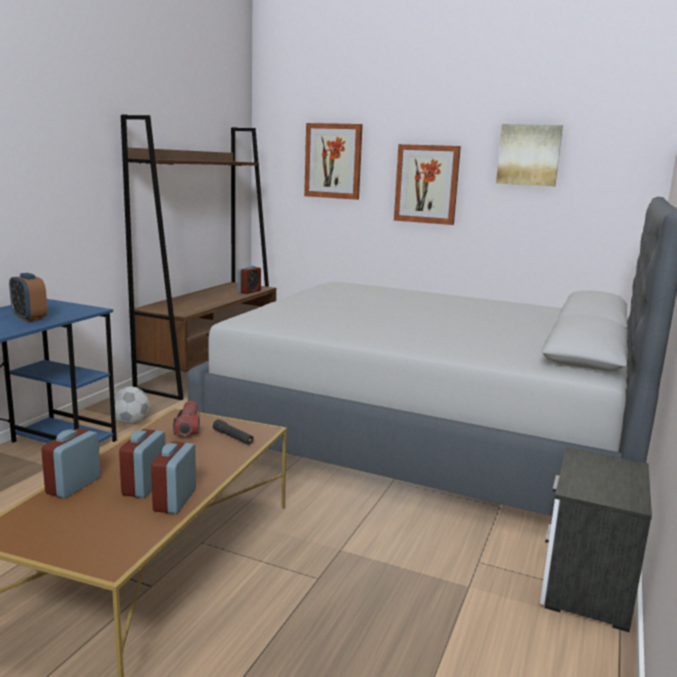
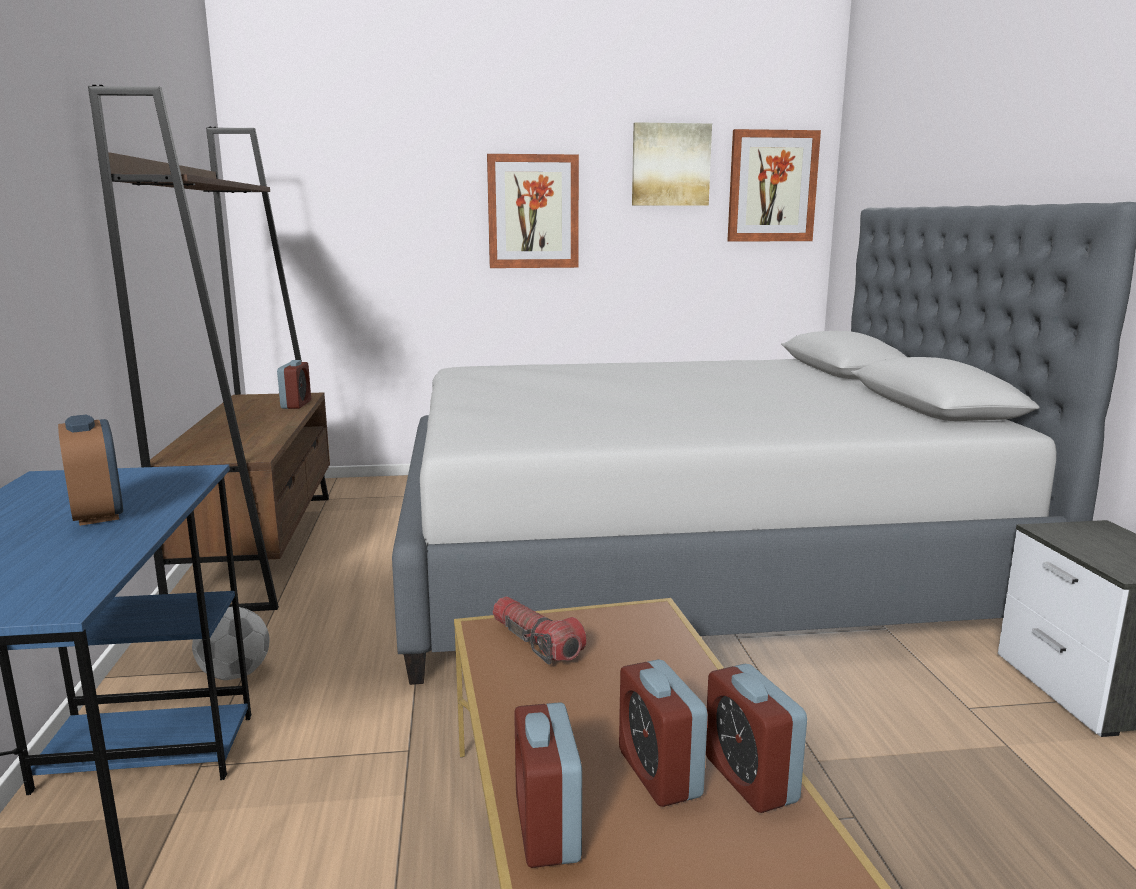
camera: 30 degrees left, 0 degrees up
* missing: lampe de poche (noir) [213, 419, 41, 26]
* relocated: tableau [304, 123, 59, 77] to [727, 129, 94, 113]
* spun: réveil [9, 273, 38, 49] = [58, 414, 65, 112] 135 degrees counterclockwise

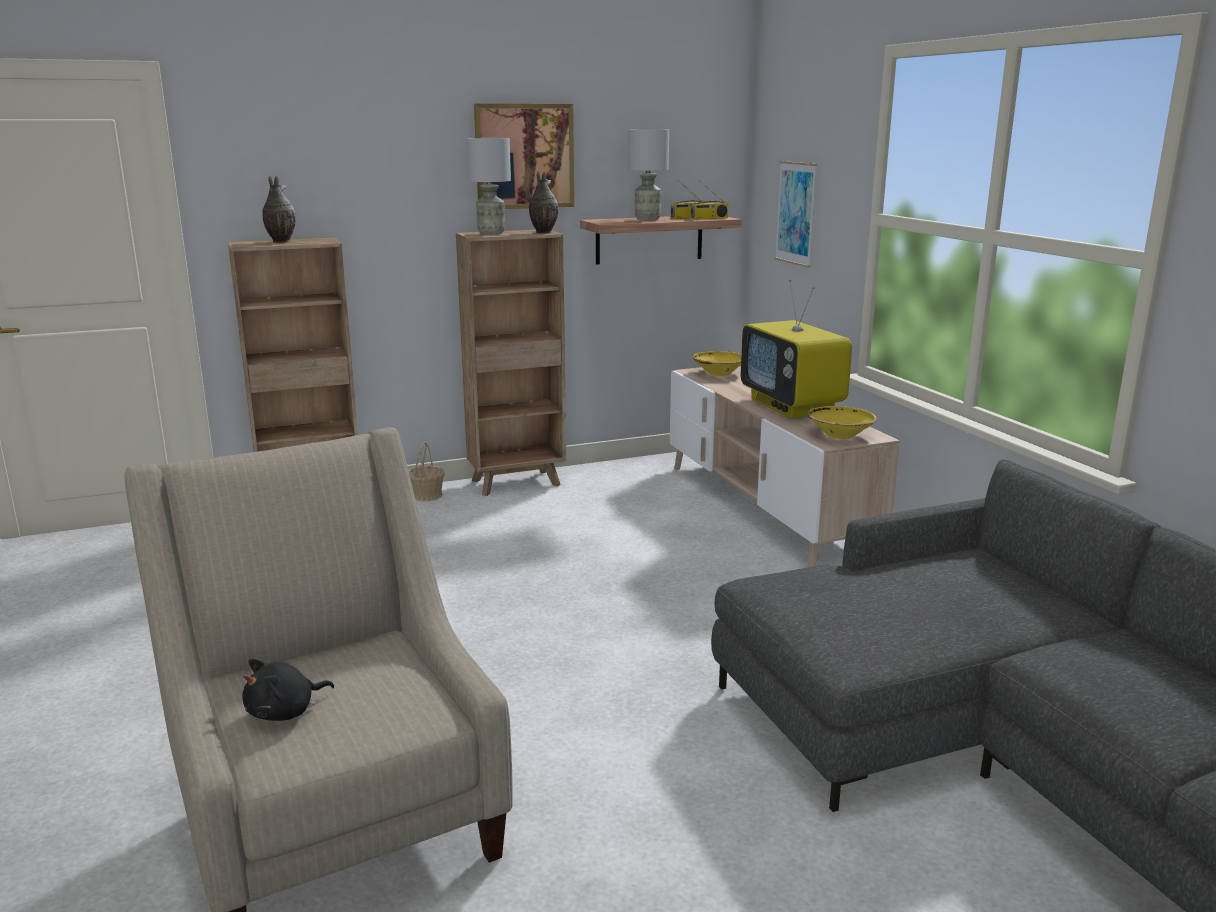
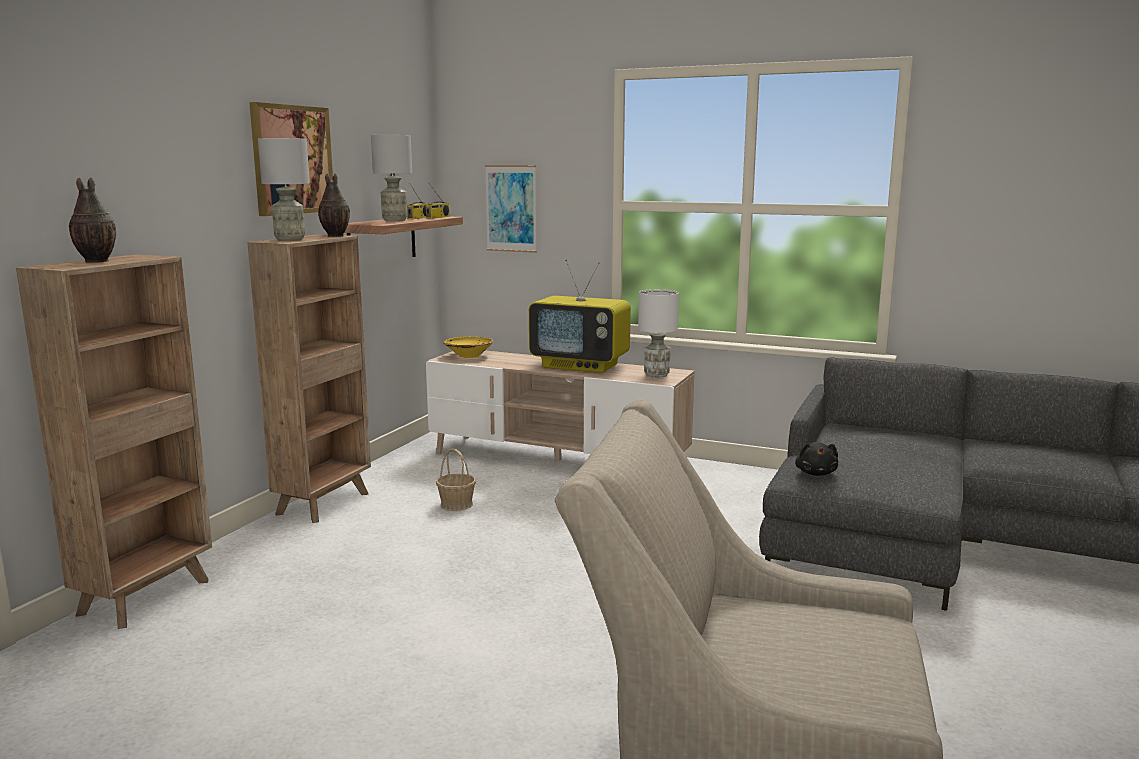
camera: 45 degrees left, 5 degrees down
* relocated: peluche (noir) [242, 659, 92, 62] to [795, 442, 43, 34]
* relocated: panier [409, 441, 36, 60] to [436, 449, 40, 62]
* exchanged: bol (jaune) [807, 406, 70, 33] to lampe de table (blanc) [638, 289, 41, 89]

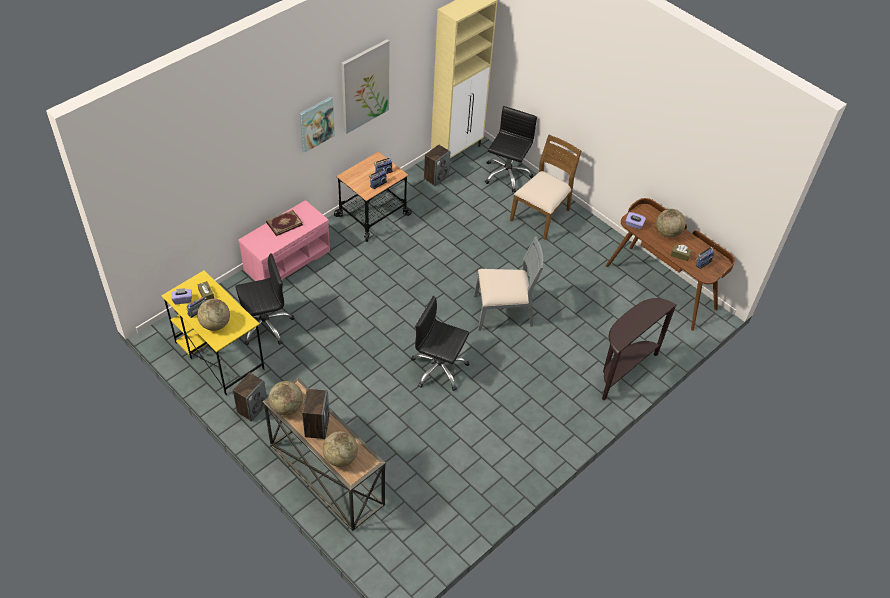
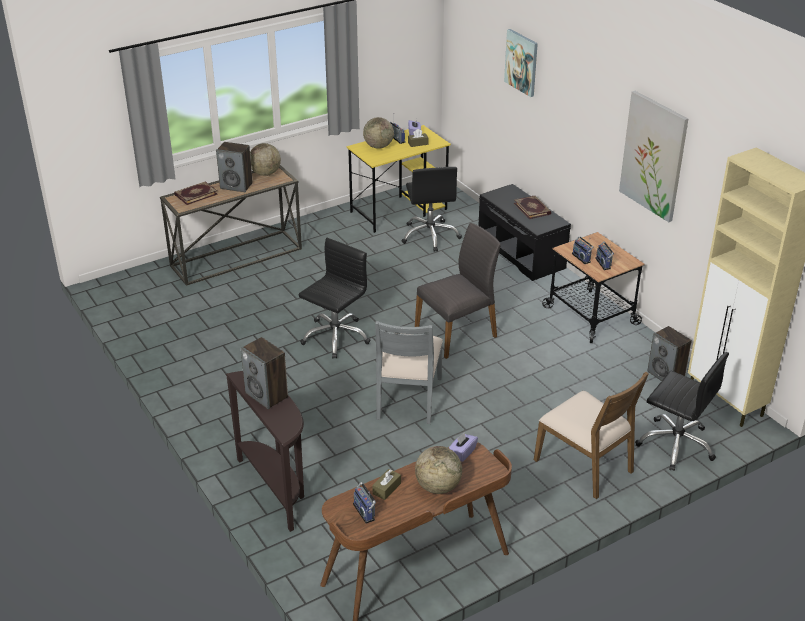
camera: 105 degrees right, 15 degrees down
* appeared: chaise (gris) [415, 223, 85, 136]
* relocated: enceinte [233, 372, 34, 49] to [241, 337, 47, 72]
* relocated: tableau [299, 96, 36, 57] to [504, 29, 34, 68]
* exchanged: globe [323, 431, 35, 36] to livre [174, 182, 44, 23]
* colour: banc (rose) [239, 200, 91, 81] to banc (noir) [478, 184, 93, 97]

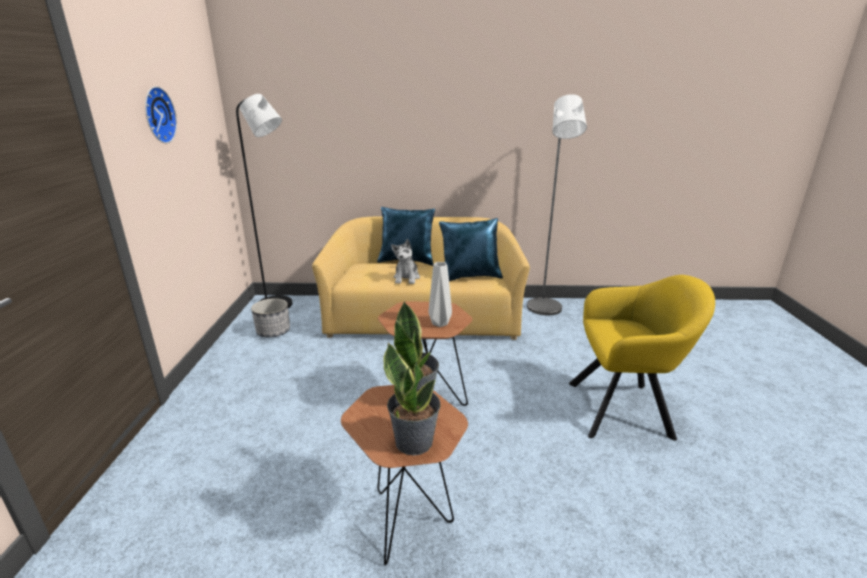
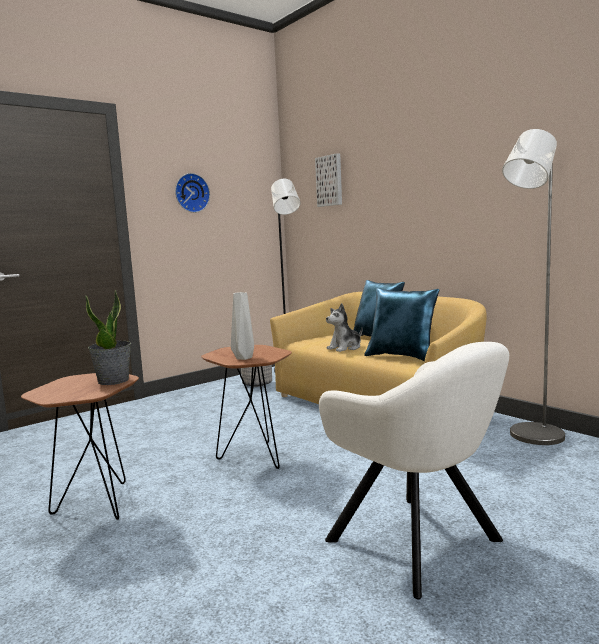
camera: 50 degrees right, 15 degrees down
* missing: plante en pot [384, 343, 57, 113]
* appeared: tableau [315, 153, 27, 54]
* colour: fauteuil (jaune) [569, 275, 146, 166] to fauteuil (blanc) [319, 342, 190, 257]

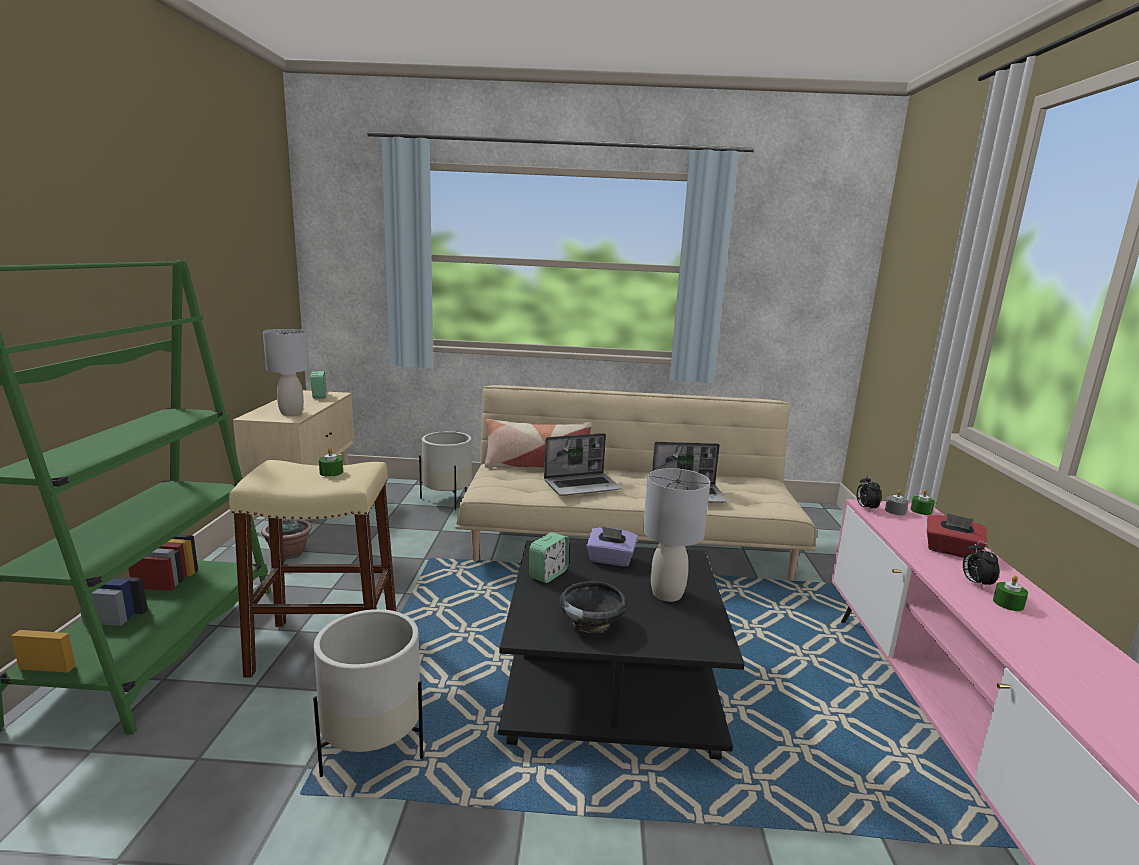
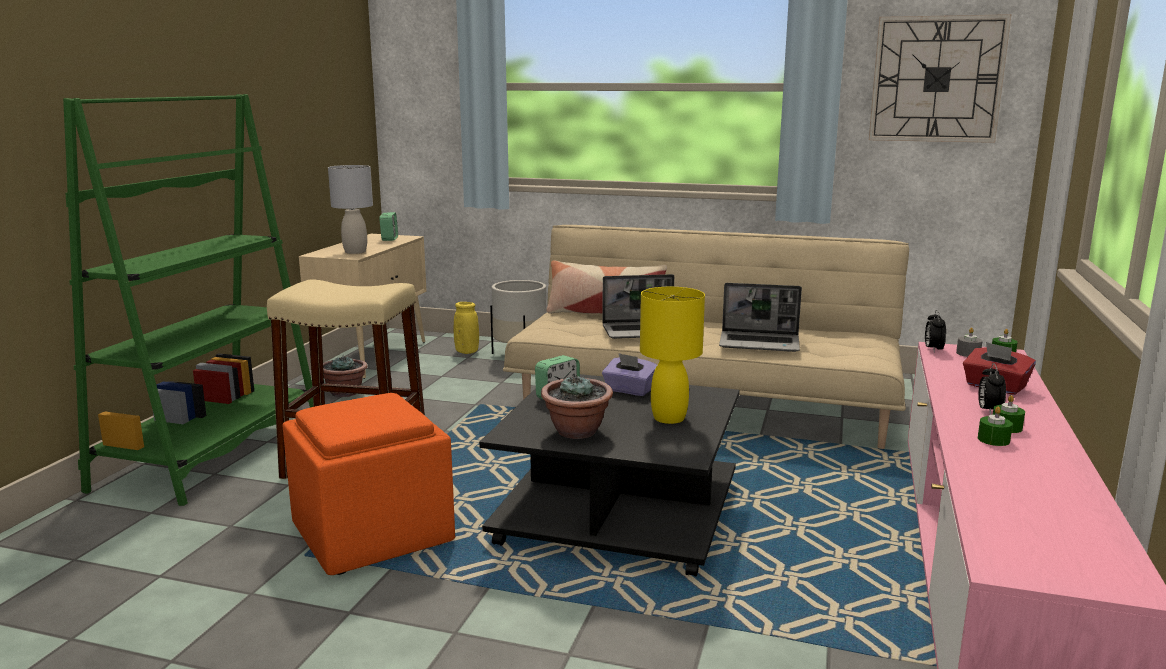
camera: 15 degrees right, 0 degrees up
* appeared: vase (jaune) [454, 302, 25, 52]
* appeared: horloge murale [869, 14, 143, 129]
* relocated: bougie (vert) [319, 448, 24, 29] to [978, 406, 35, 40]
* exchanged: cache-pot (blanc) [313, 609, 110, 168] to pouf (orange) [283, 393, 172, 182]
* exchanged: bol (noir) [560, 581, 67, 52] to plante en pot [541, 376, 72, 63]
* colour: lampe de table (gris) [643, 468, 67, 134] to lampe de table (jaune) [640, 287, 65, 137]

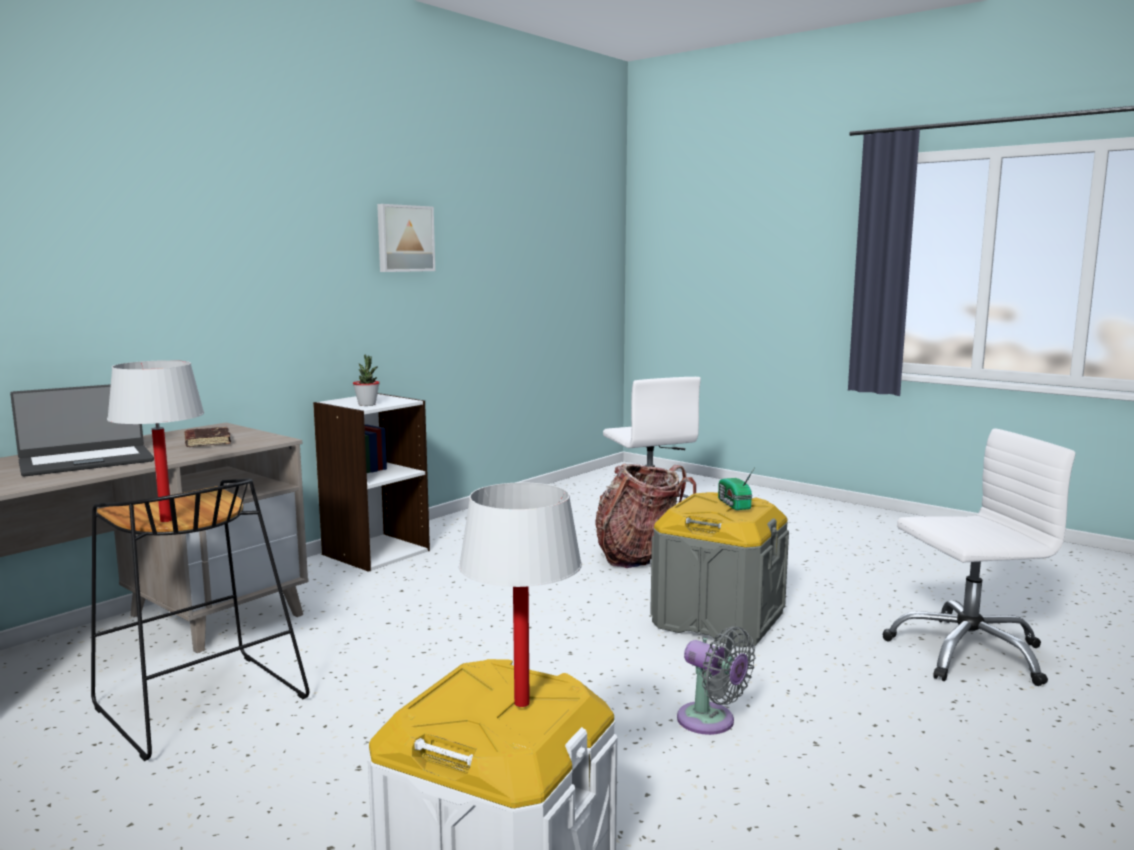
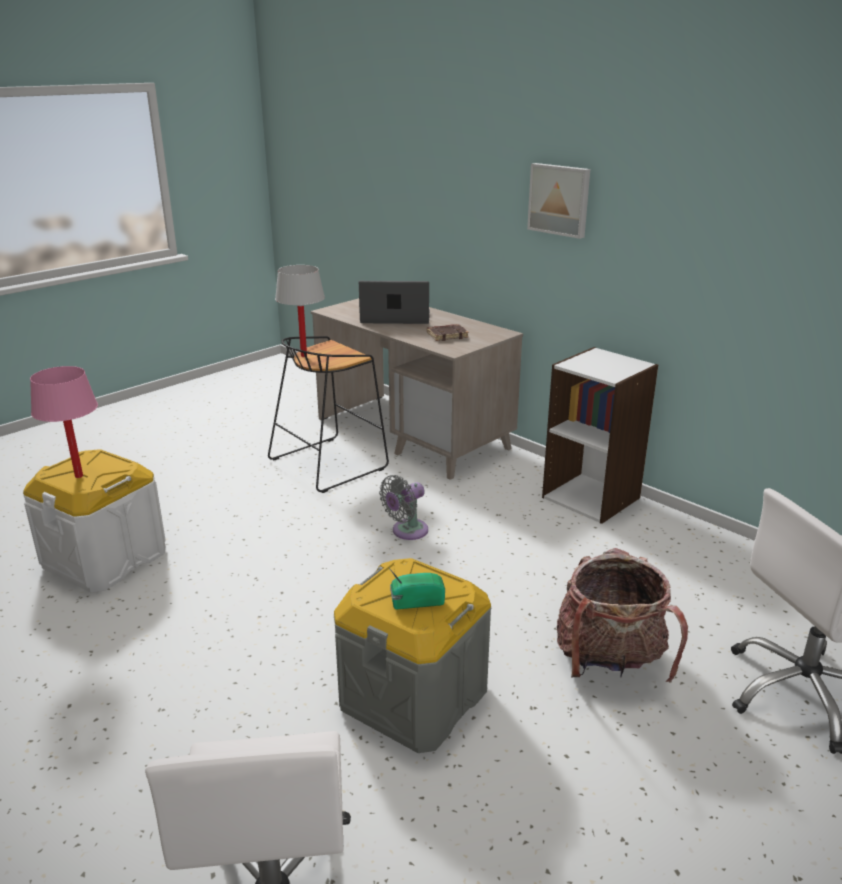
camera: 95 degrees right, 15 degrees up
* missing: plante en pot [353, 354, 27, 52]
* relocated: tableau [377, 204, 58, 68] to [527, 163, 63, 76]
* relocated: ventilateur (gris) [677, 626, 78, 109] to [379, 475, 49, 65]
* colour: lampe de table (blanc) [459, 482, 123, 225] to lampe de table (rose) [30, 366, 68, 112]
* spun: ordinateur portable [10, 384, 144, 93] = [359, 281, 71, 43] 120 degrees clockwise

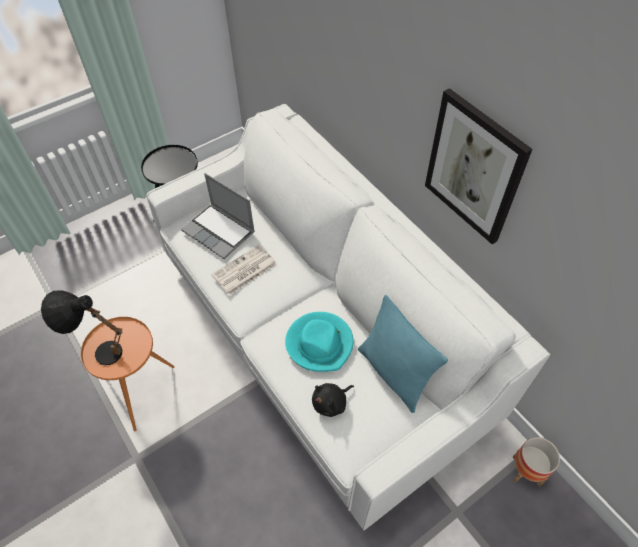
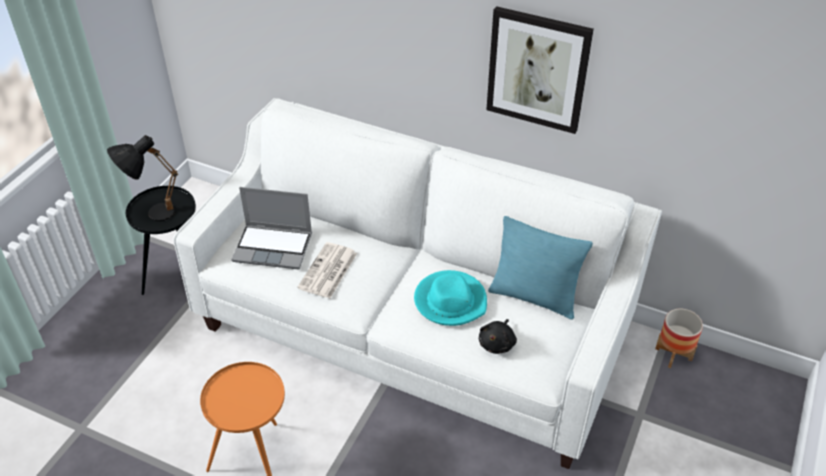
camera: 30 degrees left, 10 degrees down
* relocated: lampe de table (noir) [41, 290, 81, 75] to [107, 135, 71, 87]

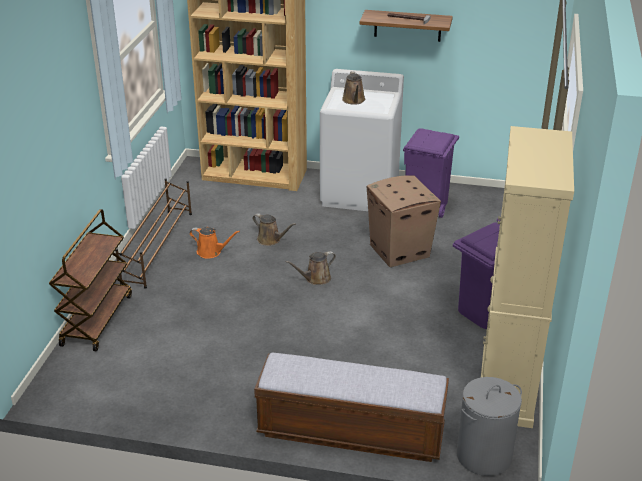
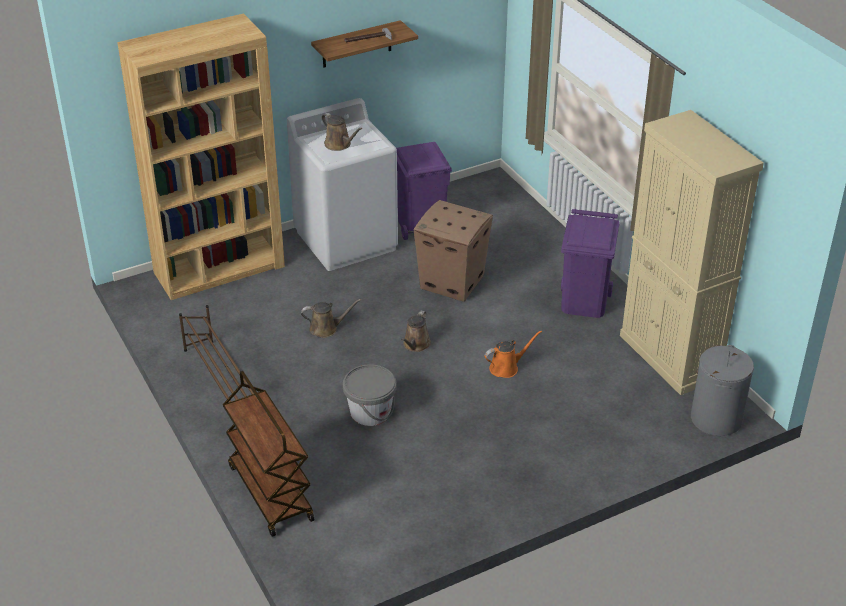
camera: 40 degrees left, 5 degrees up
* missing: banc [254, 353, 195, 109]
* appeared: seau (gris) [343, 364, 54, 62]
* relocated: arrosoir (orange) [190, 227, 50, 32] to [485, 330, 57, 48]

